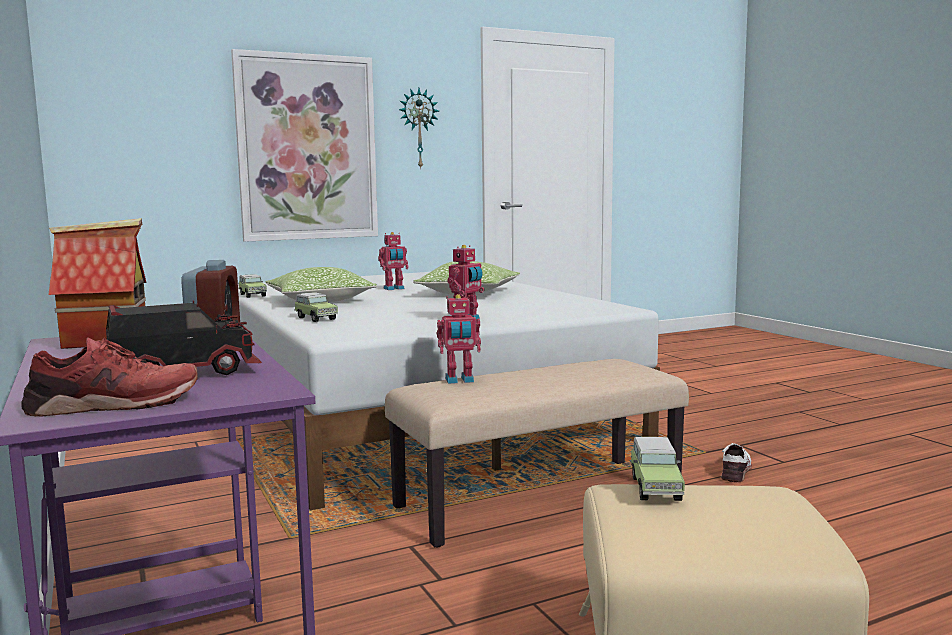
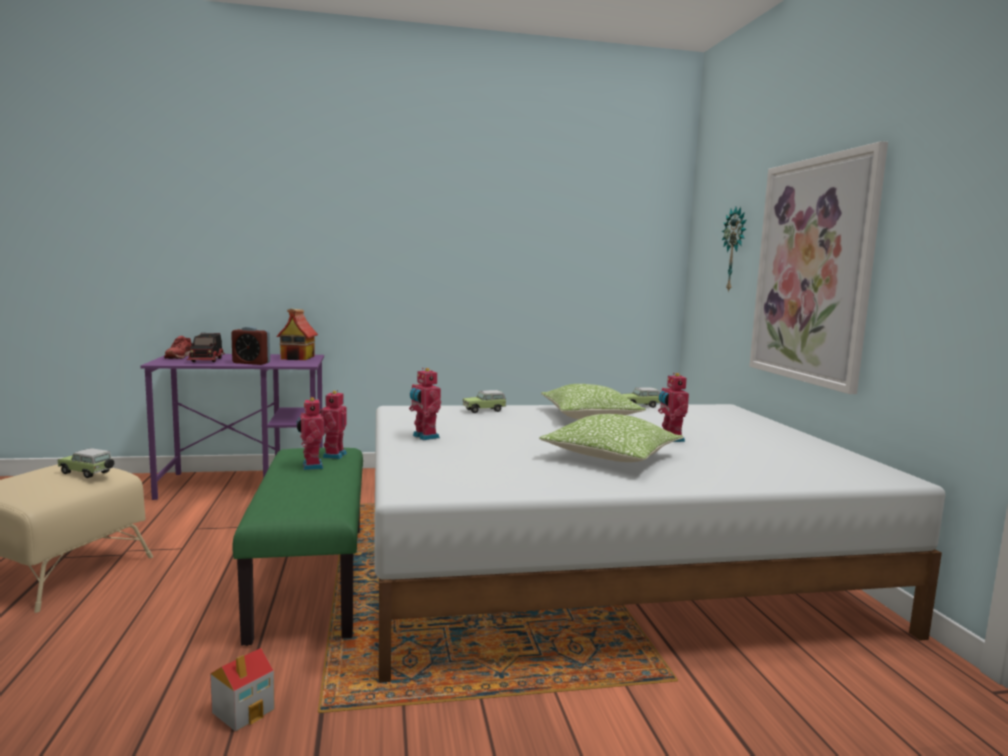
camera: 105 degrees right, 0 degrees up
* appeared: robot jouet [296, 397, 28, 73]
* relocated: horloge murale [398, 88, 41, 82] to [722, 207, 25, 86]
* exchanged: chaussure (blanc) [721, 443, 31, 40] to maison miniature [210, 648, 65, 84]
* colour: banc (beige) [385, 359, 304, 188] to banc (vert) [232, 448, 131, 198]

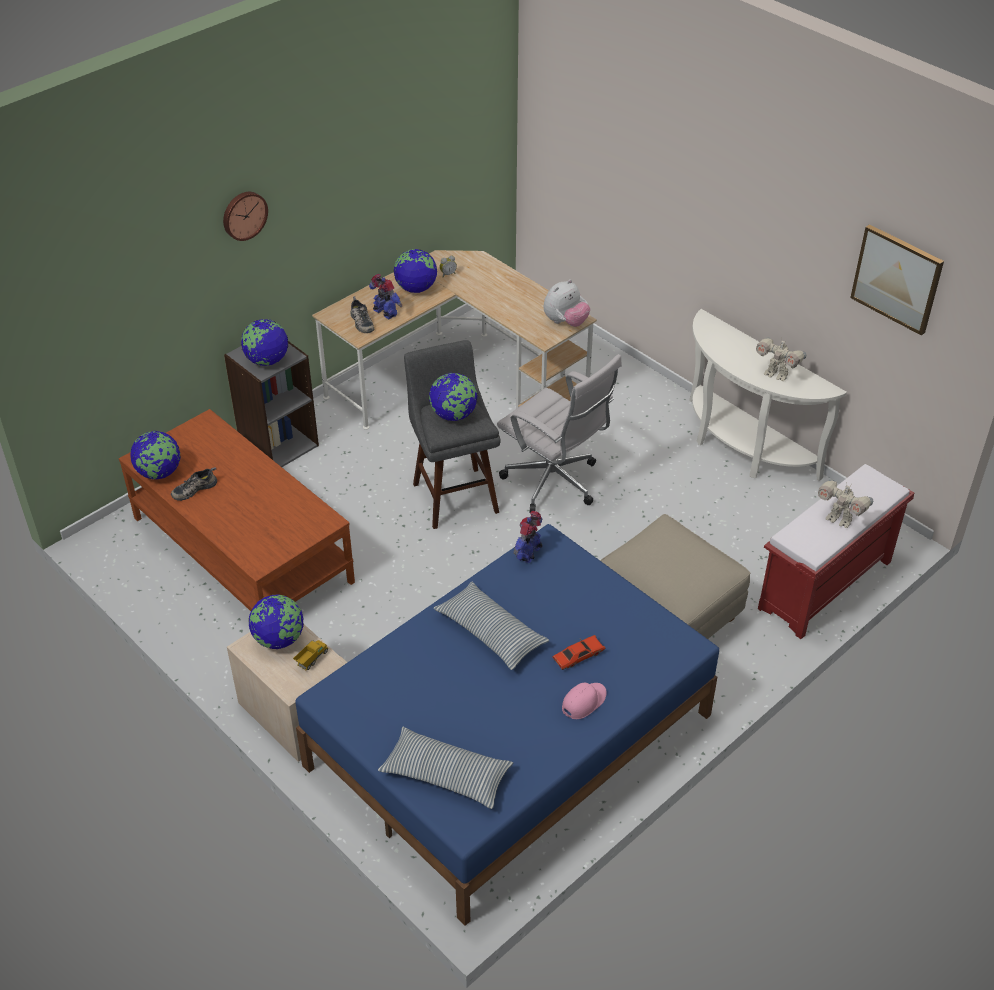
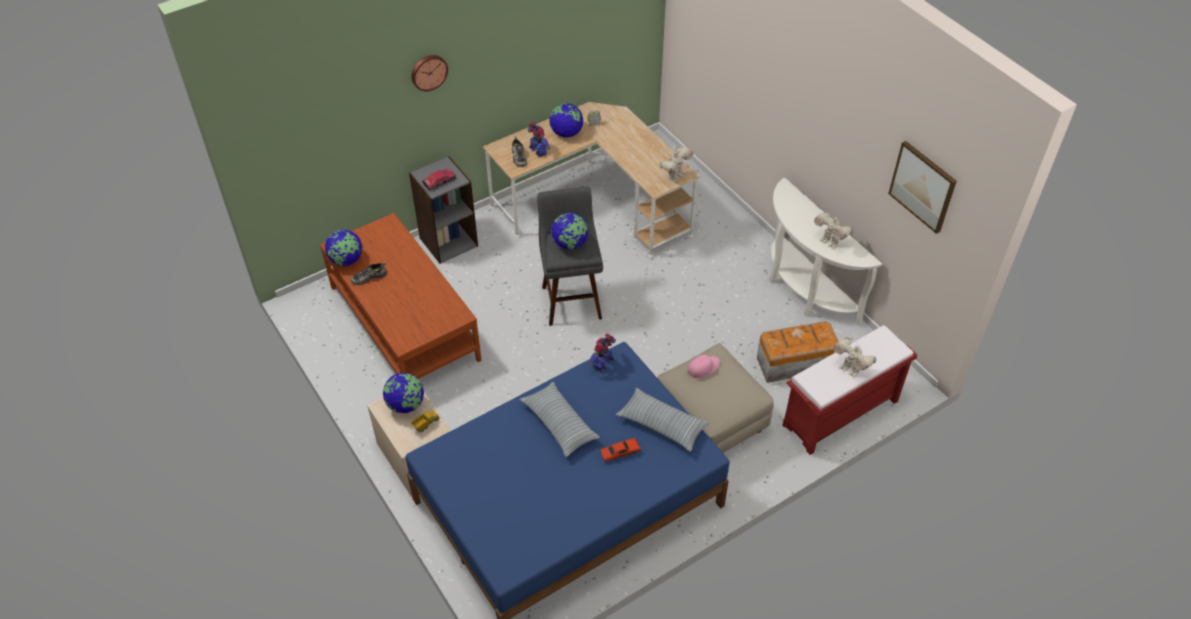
camera: 10 degrees right, 5 degrees up
* missing: chaise de bureau (blanc) [497, 354, 125, 159]
* appeared: boîte de rangement [757, 321, 82, 62]
* relocated: coussin [378, 727, 135, 82] to [616, 388, 93, 64]
* relocated: casquette (rose) [562, 683, 45, 36] to [687, 355, 33, 24]
* exchanged: globe [241, 319, 47, 47] to petite voiture [422, 168, 34, 22]
* exchanged: peluche [544, 279, 46, 48] to robot jouet [659, 147, 34, 35]

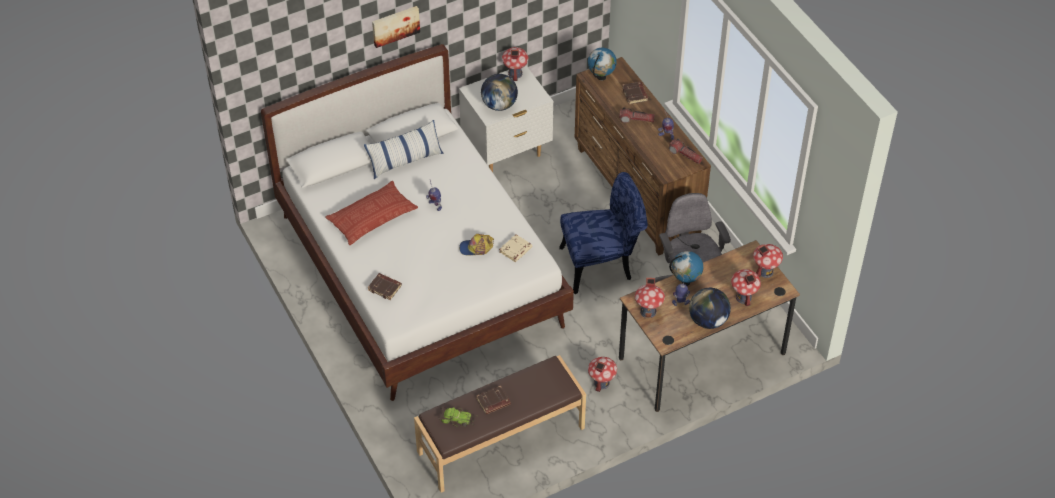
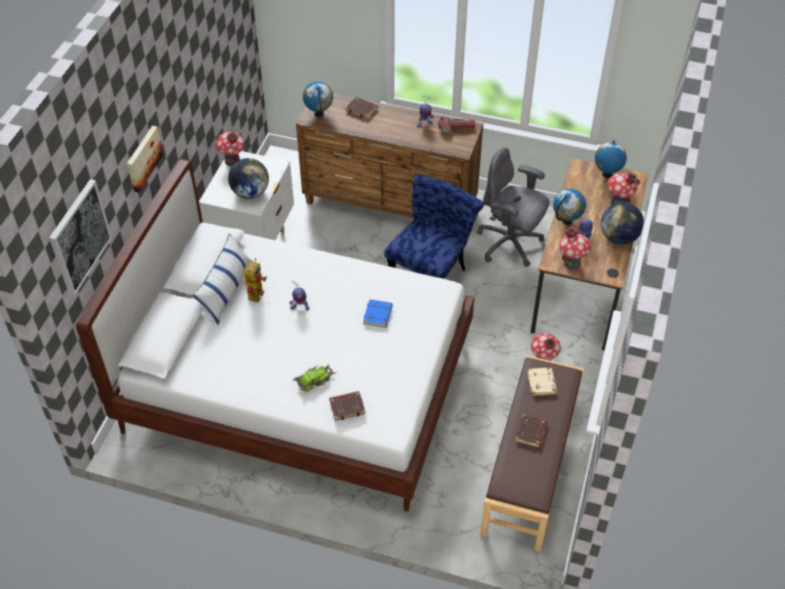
camera: 45 degrees left, 0 degrees up
* missing: coussin [325, 181, 93, 64]
* missing: lampe de poche [619, 107, 36, 16]
* appeared: tableau [49, 179, 63, 117]
* appeared: robot jouet [244, 258, 23, 45]
* relocated: petite voiture [438, 407, 38, 20] to [293, 364, 44, 27]
* relocated: livre (beige) [499, 234, 33, 28] to [527, 367, 30, 29]
* exchanged: casquette [459, 234, 35, 21] to livre (bleu) [363, 299, 30, 29]
* exchanged: maison miniature [753, 244, 30, 34] to globe [595, 140, 32, 38]

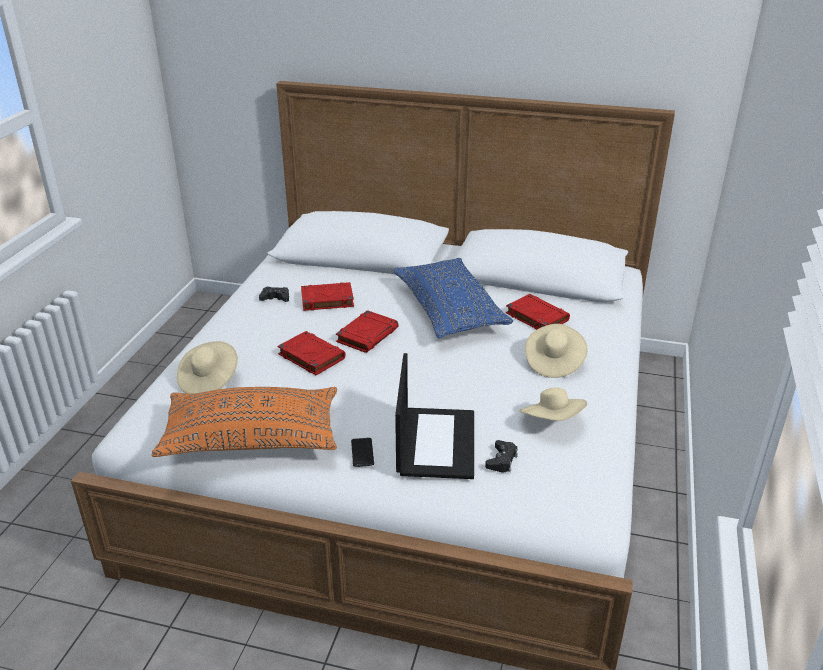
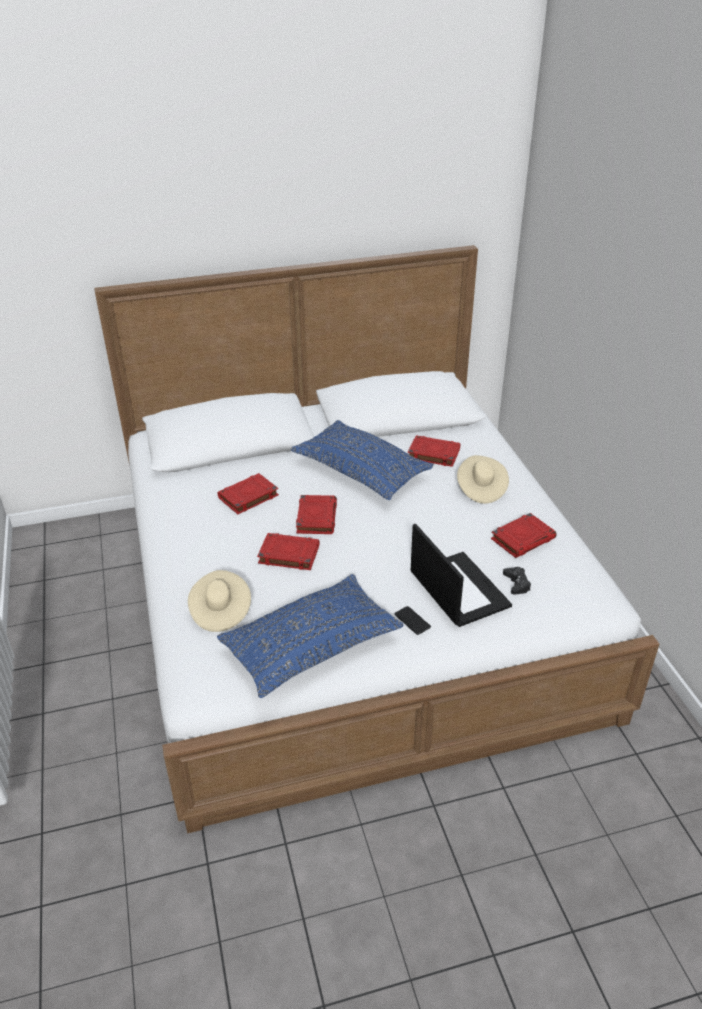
camera: 30 degrees left, 5 degrees up
* missing: manette (noir) [259, 287, 30, 15]
* exchanged: chapeau (beige) [519, 388, 68, 33] to livre (rouge) [491, 513, 65, 45]
* colour: coussin (orange) [152, 387, 185, 70] to coussin (bleu) [217, 574, 186, 124]

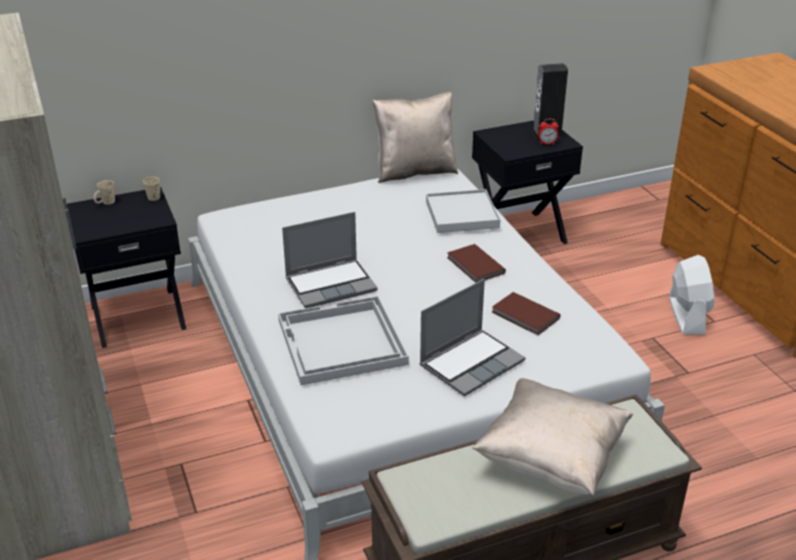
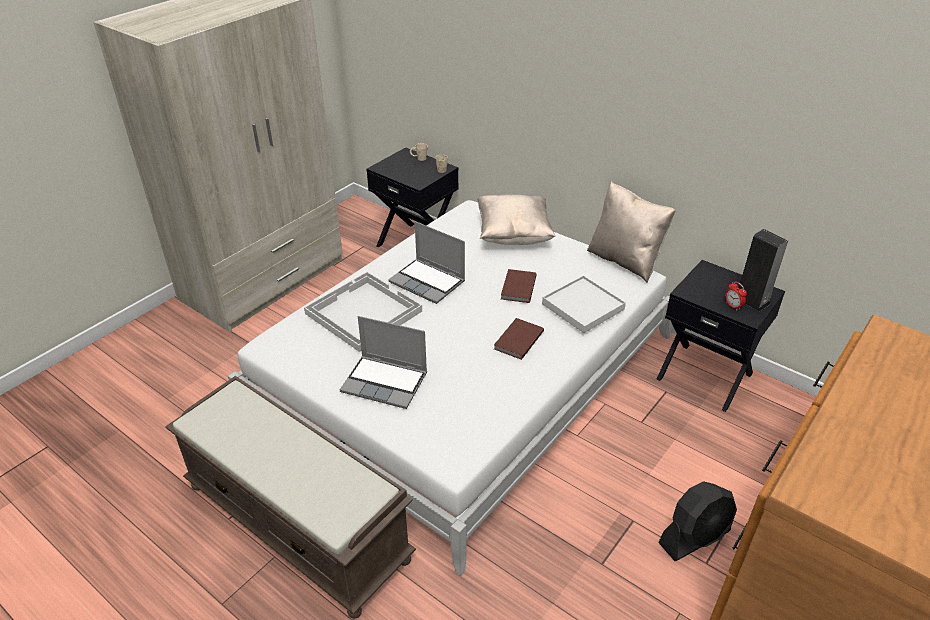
camera: 60 degrees right, 5 degrees up
* relocated: coussin (beige) [472, 378, 161, 118] to [477, 194, 78, 51]
* relocated: livre (marron) [491, 292, 69, 43] to [501, 269, 36, 34]
* colour: ventilateur (blanc) [669, 255, 45, 80] to ventilateur (noir) [658, 481, 79, 80]

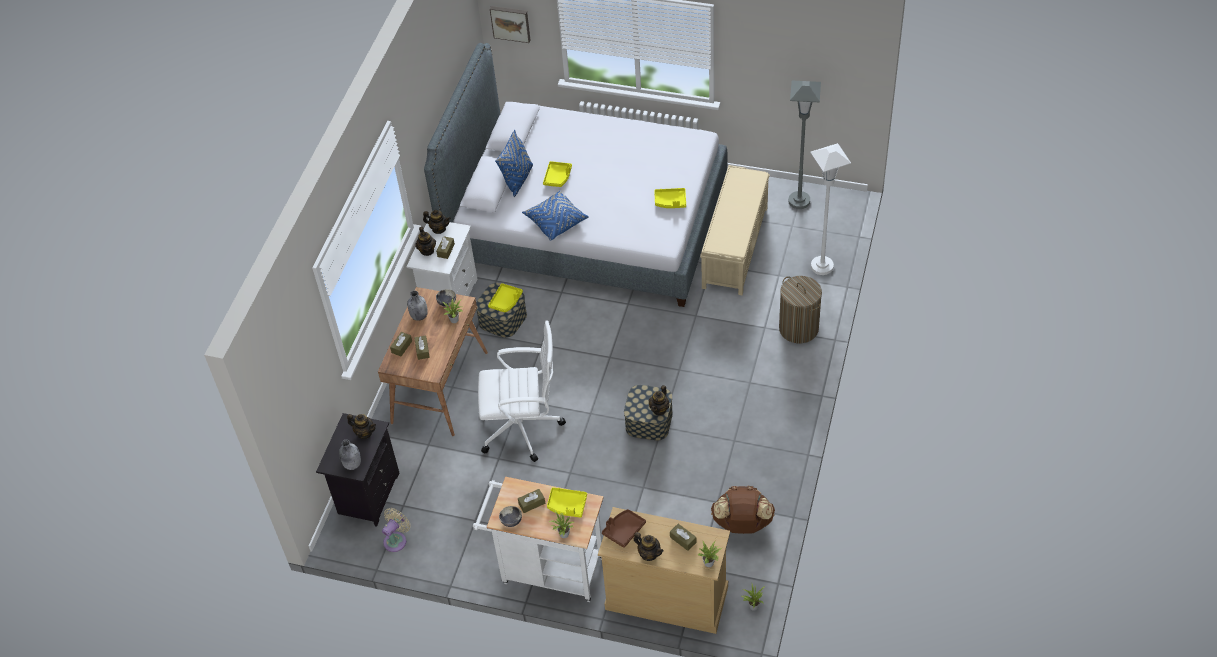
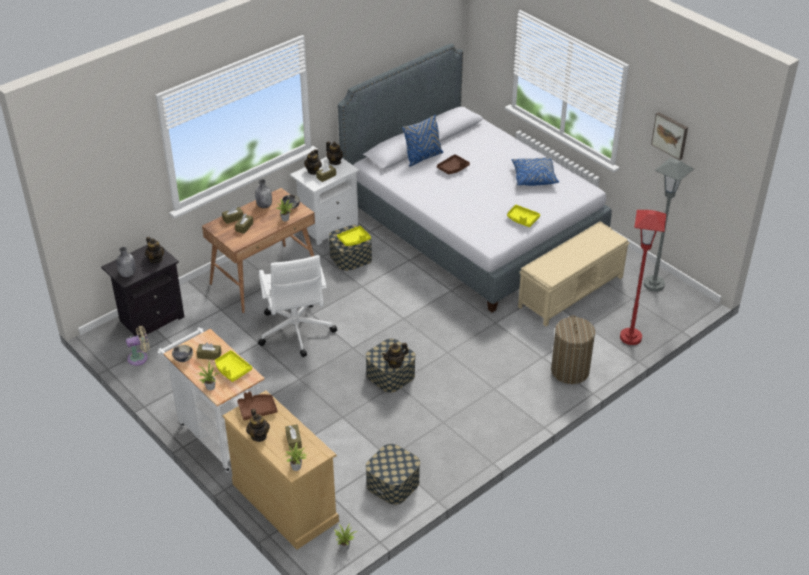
camera: 30 degrees right, 10 degrees down
* relocated: tableau [490, 6, 40, 37] to [651, 112, 37, 48]
* relocated: coussin (bleu) [522, 190, 67, 51] to [511, 158, 48, 28]
* exchanged: sac à dos (marron) [711, 486, 64, 48] to boîte de rangement [366, 444, 54, 61]
* colour: plateau (jaune) [543, 161, 29, 26] to plateau (marron) [437, 154, 33, 20]
* colour: lampadaire (blanc) [810, 143, 41, 132] to lampadaire (rouge) [620, 210, 46, 135]
* spun: chaise de bureau (blanc) [478, 320, 88, 142] = [258, 255, 79, 102] 45 degrees clockwise

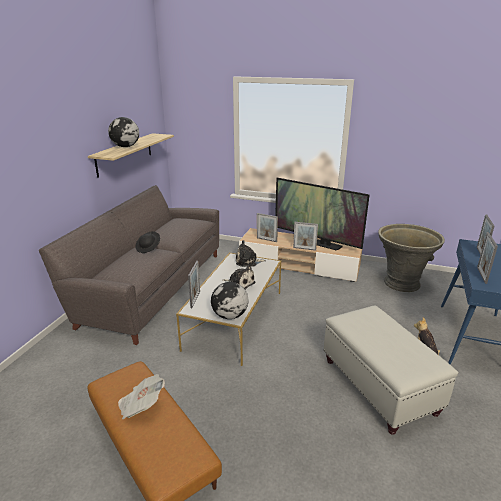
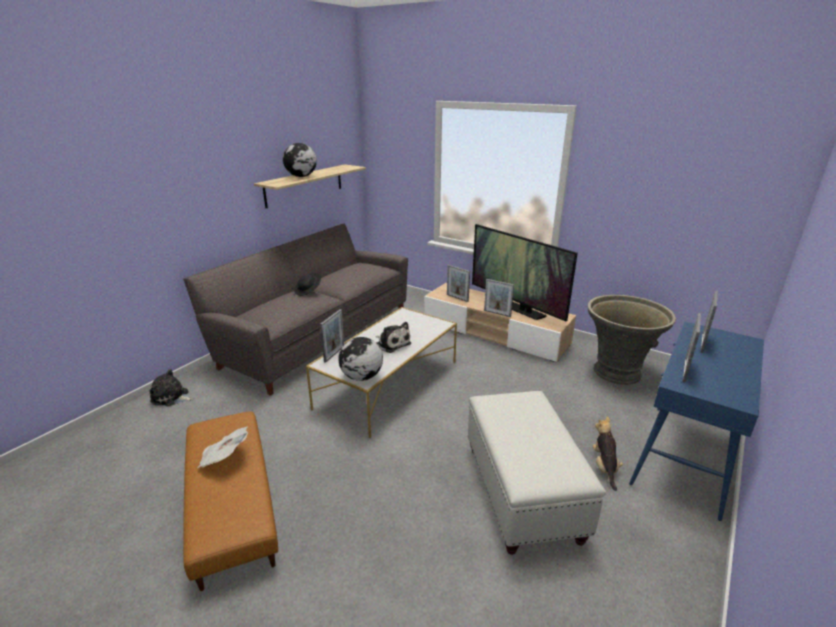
camera: 15 degrees right, 0 degrees up
* relocated: peluche [236, 240, 30, 27] to [149, 369, 44, 38]

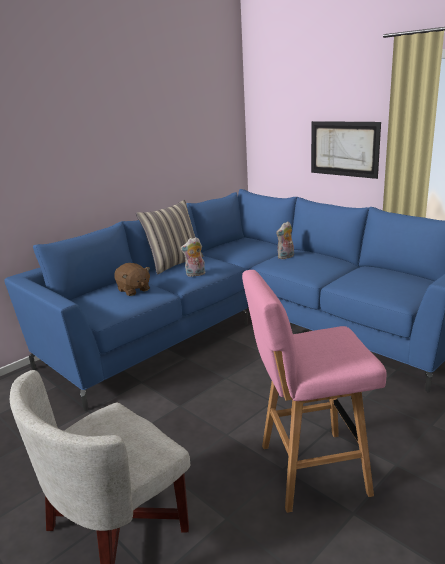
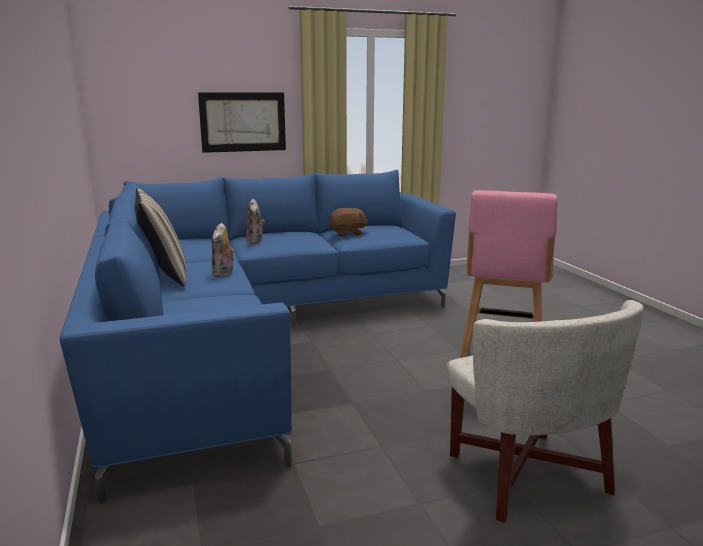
camera: 65 degrees left, 5 degrees down
* relocated: peluche (marron) [114, 263, 36, 33] to [330, 208, 39, 29]

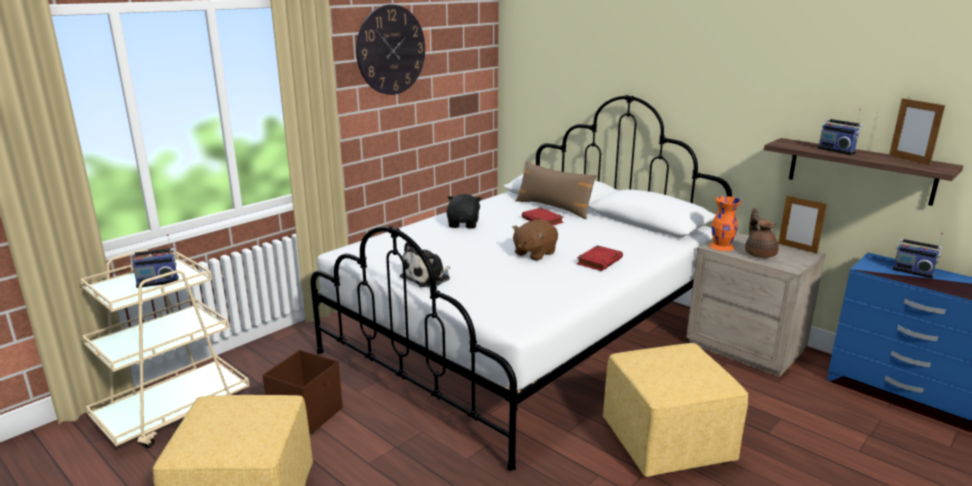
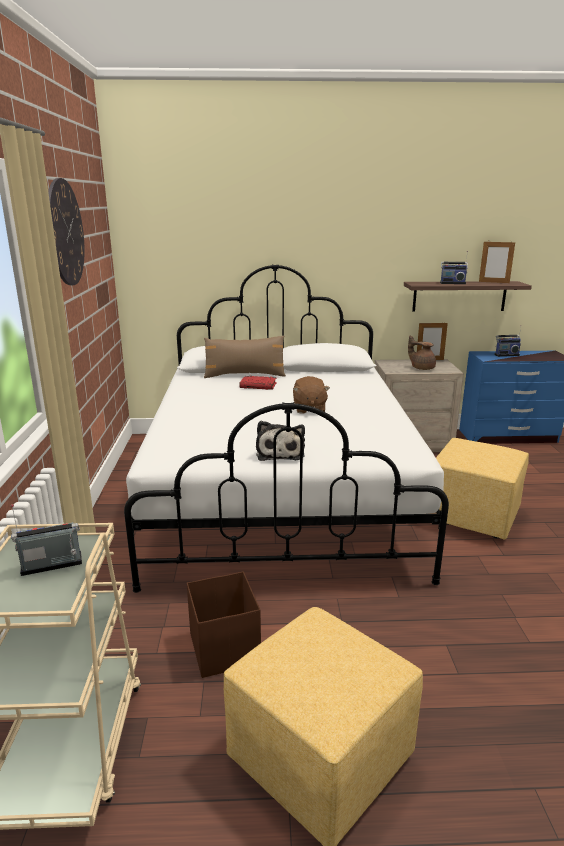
camera: 45 degrees left, 0 degrees up
* missing: peluche (noir) [447, 194, 35, 35]
* missing: livre (rouge) [577, 245, 46, 26]
* missing: vase (orange) [709, 196, 32, 55]
* spun: radio [130, 234, 49, 54] = [11, 504, 71, 72] 135 degrees counterclockwise

